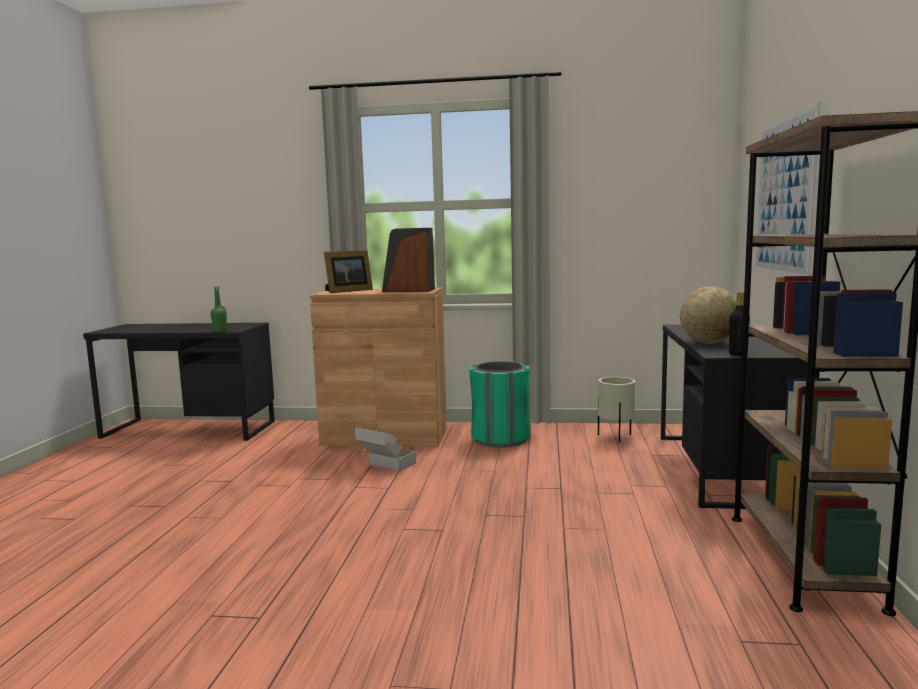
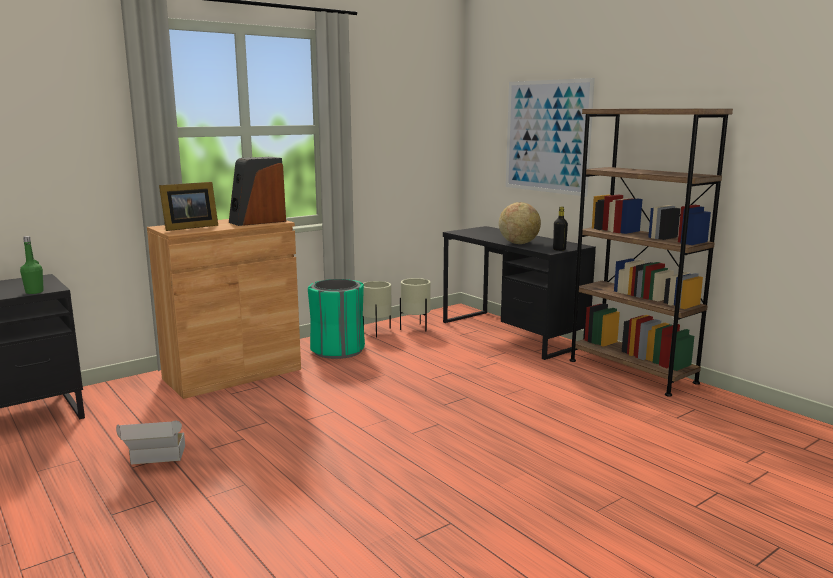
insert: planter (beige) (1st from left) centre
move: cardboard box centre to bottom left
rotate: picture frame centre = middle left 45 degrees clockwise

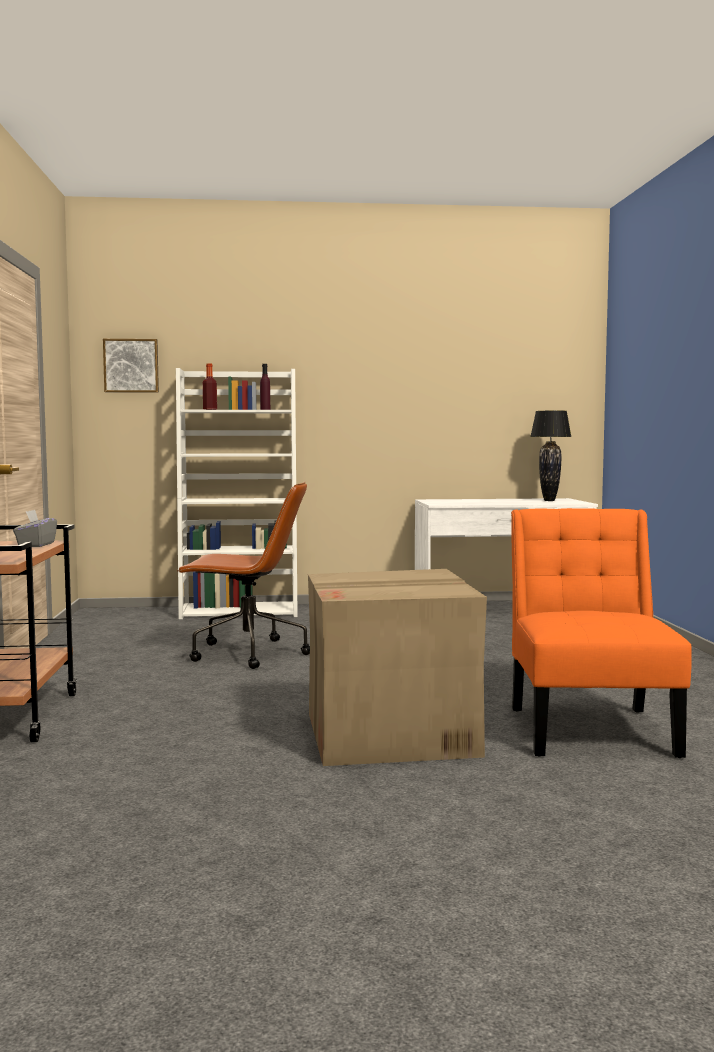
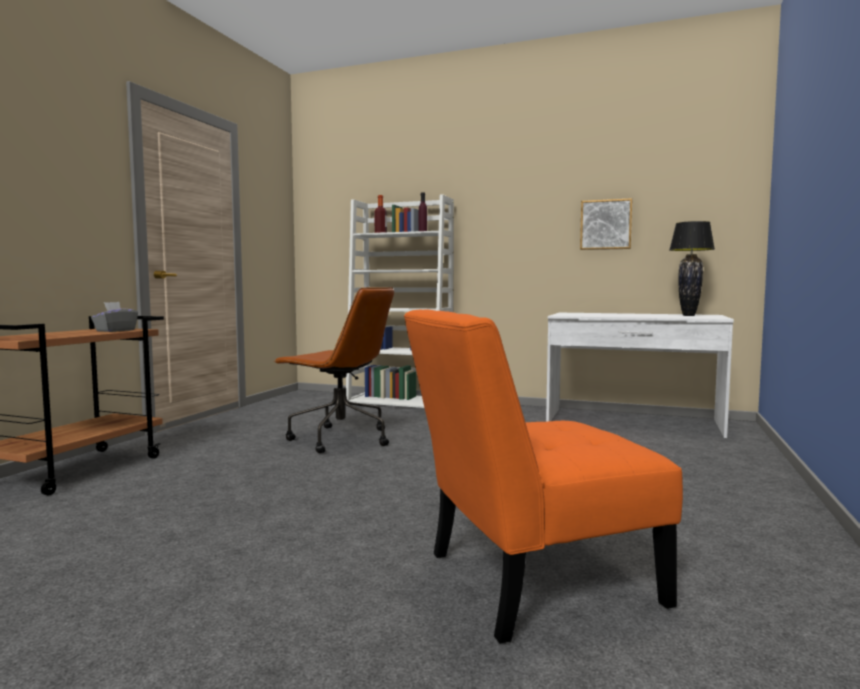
delete: cardboard box centre
move: picture middle left to top right
rotate: chair (orange) middle right = bottom centre 135 degrees counterclockwise

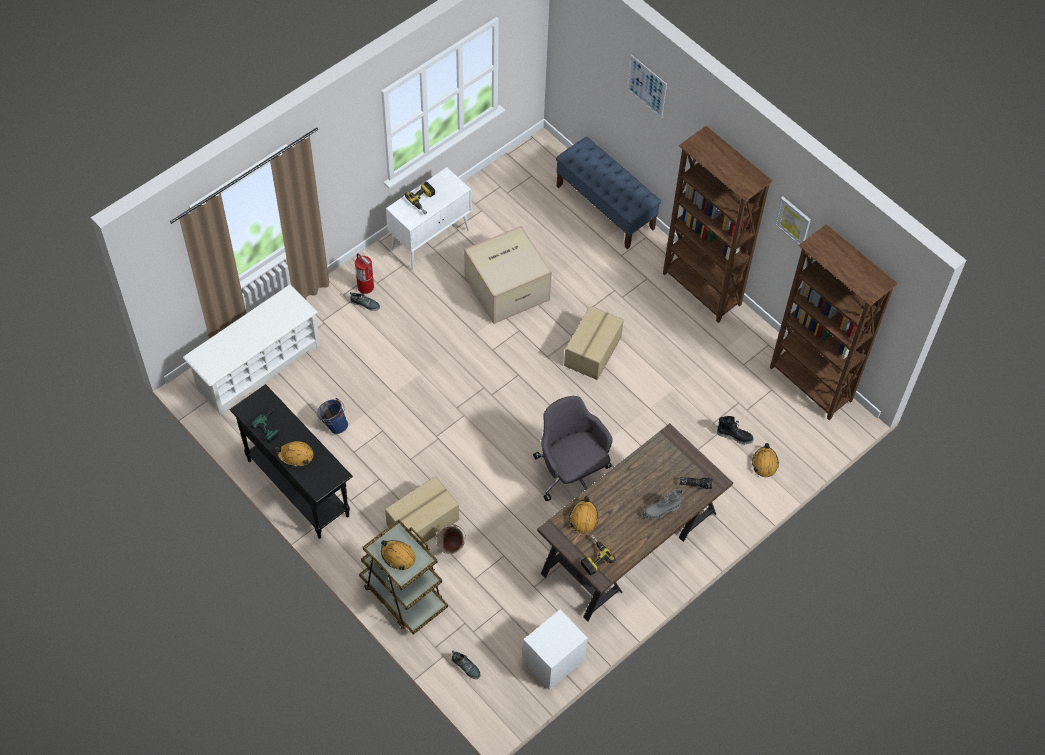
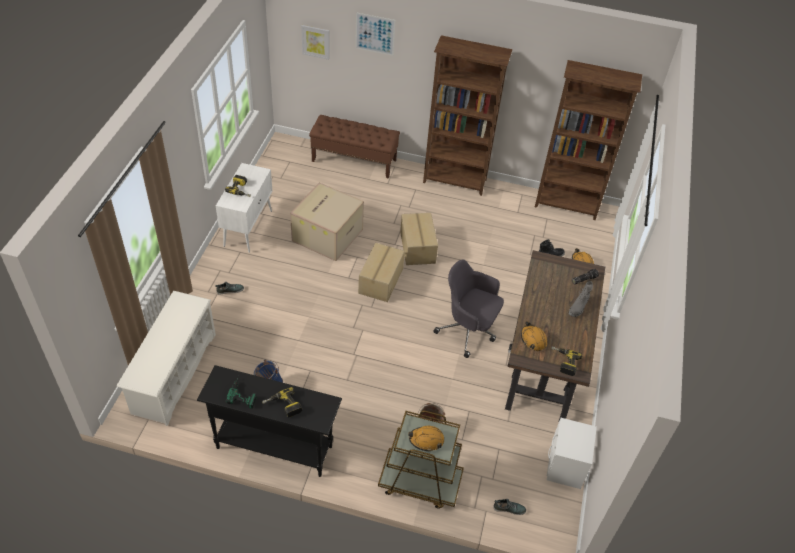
delete: fire extinguisher centre
move: cardboard box (1st from left in the first image) bottom centre to cardboard box (2nd from left) centre; picture (2nd from left in the first image) top right to picture (1st from left) top centre
replace: hard hat (orange) (1st from left) middle left to power drill (3rd from left) bottom centre
recolor: bench (blue) top centre to bench (brown) top centre

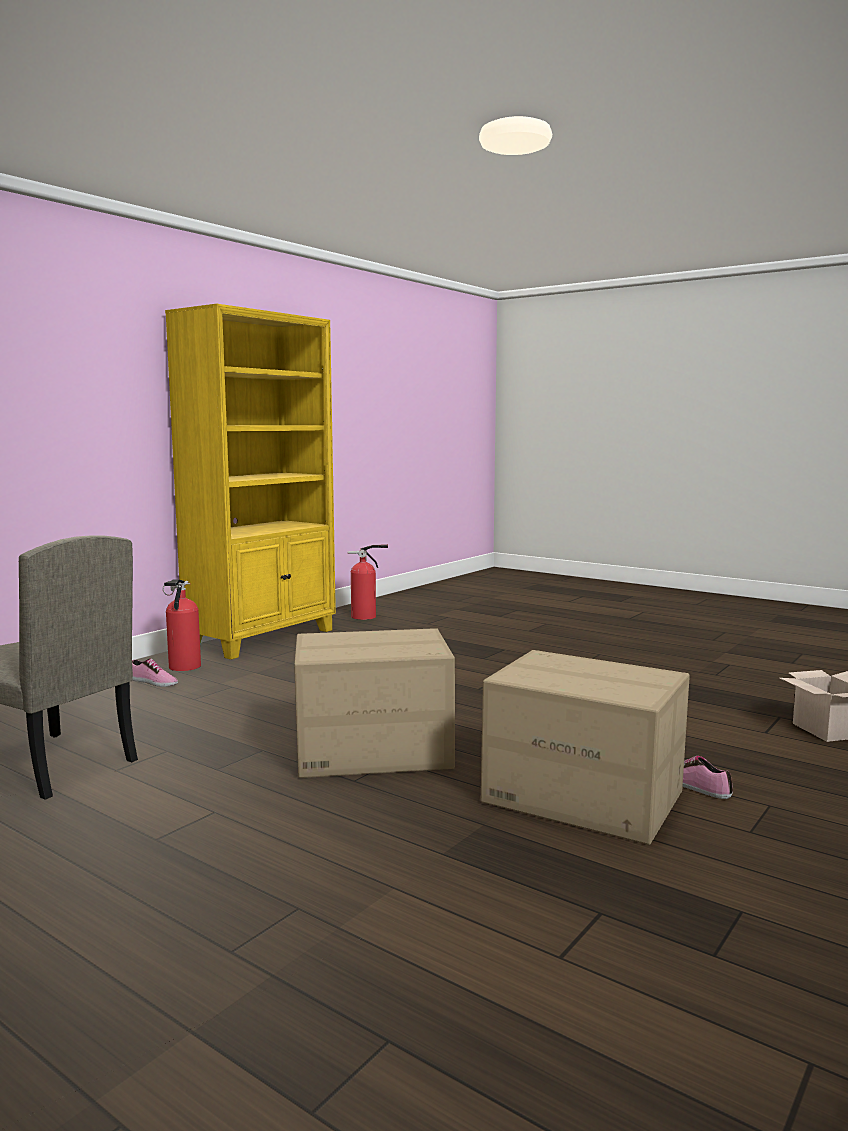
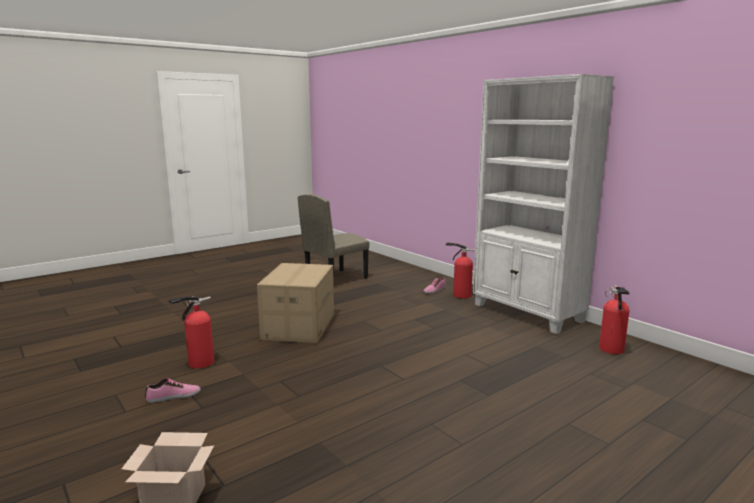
replace: cardboard box (2nd from left) middle right to fire extinguisher (1st from left) middle left
recolor: bookcase (yellow) middle left to bookcase (white) middle right

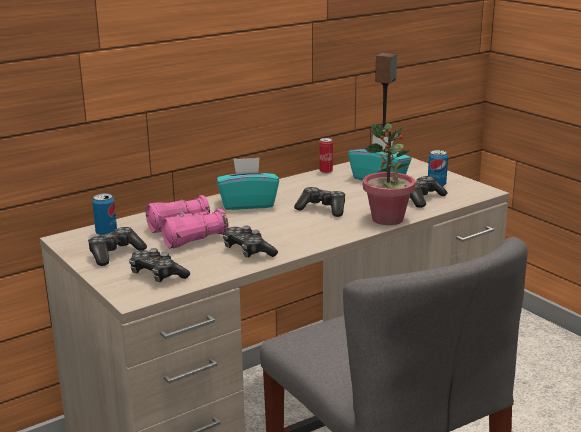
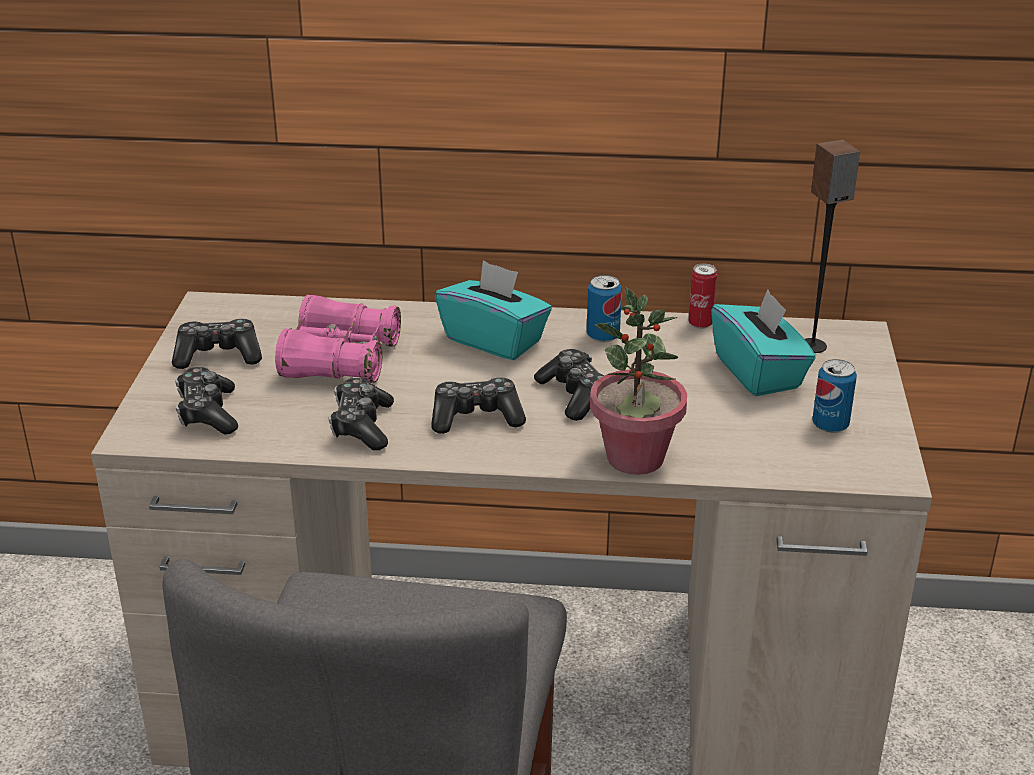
move: can (1st from left) middle left to centre; game controller (5th from left in the first image) middle right to game controller (4th from left) centre

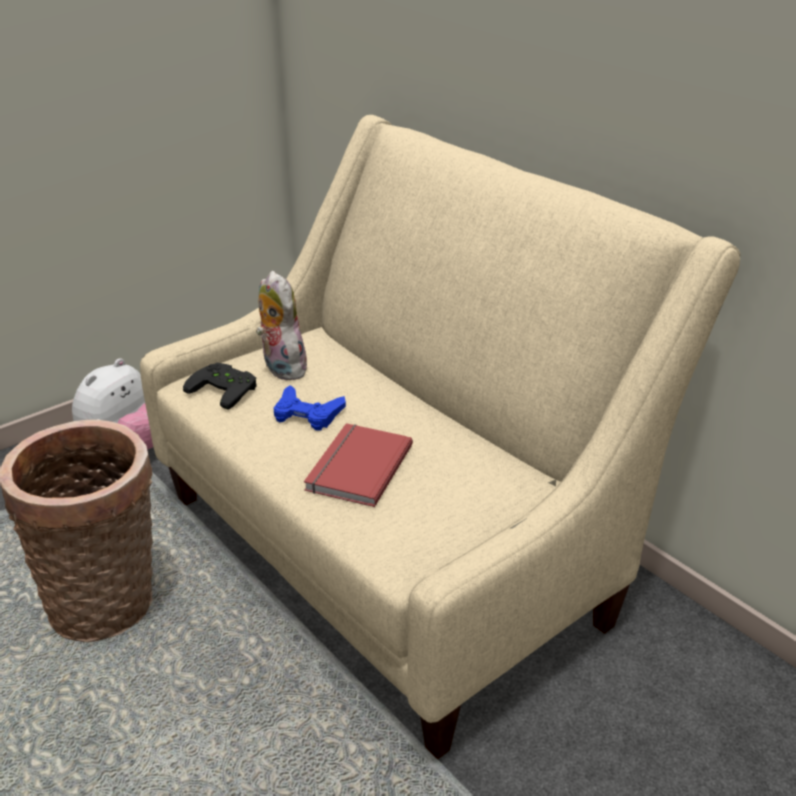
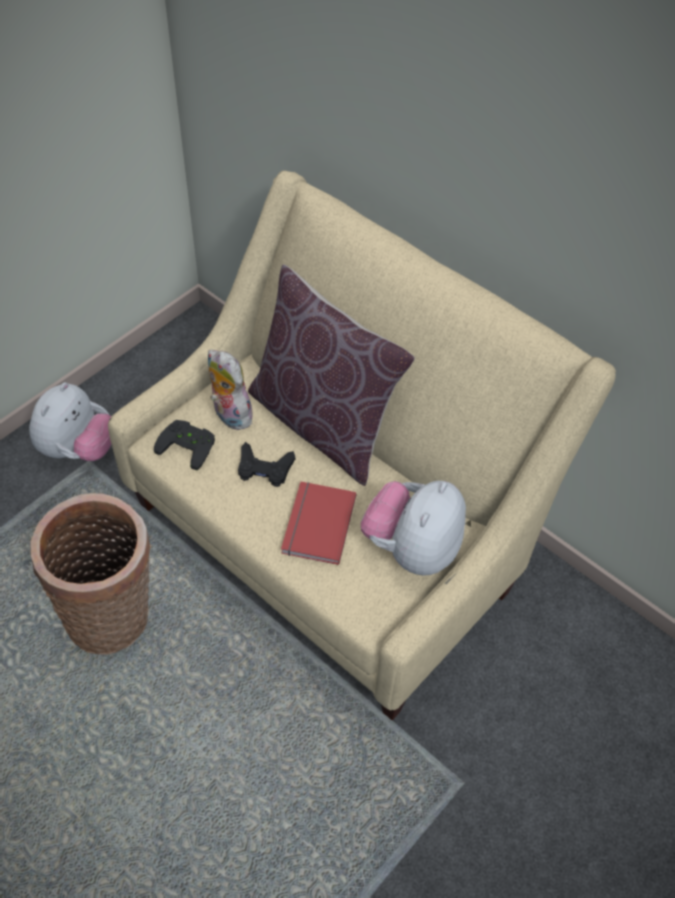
insert: pillow (brown) centre; plush toy (3rd from left) centre
recolor: game controller (blue) centre to game controller (black) (2nd from left) centre

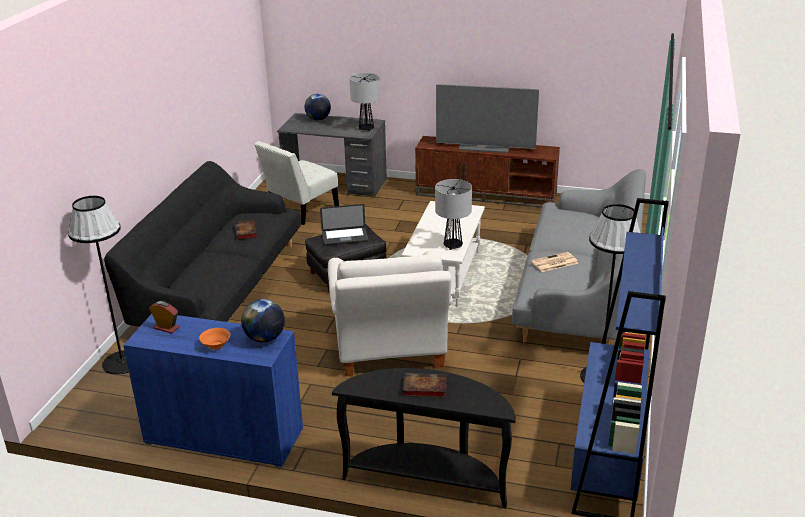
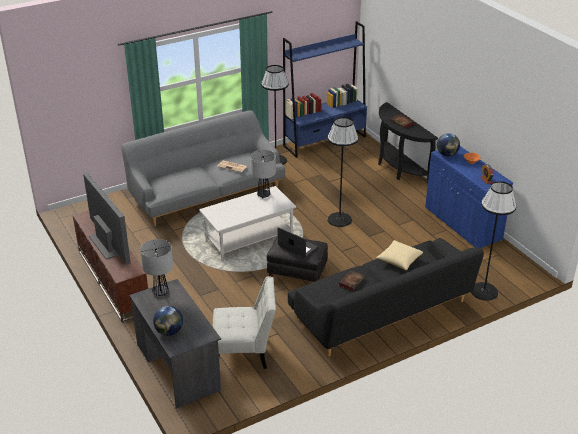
insert: pillow middle right
replace: armchair (white) centre to floor lamp (black) (2nd from left) centre

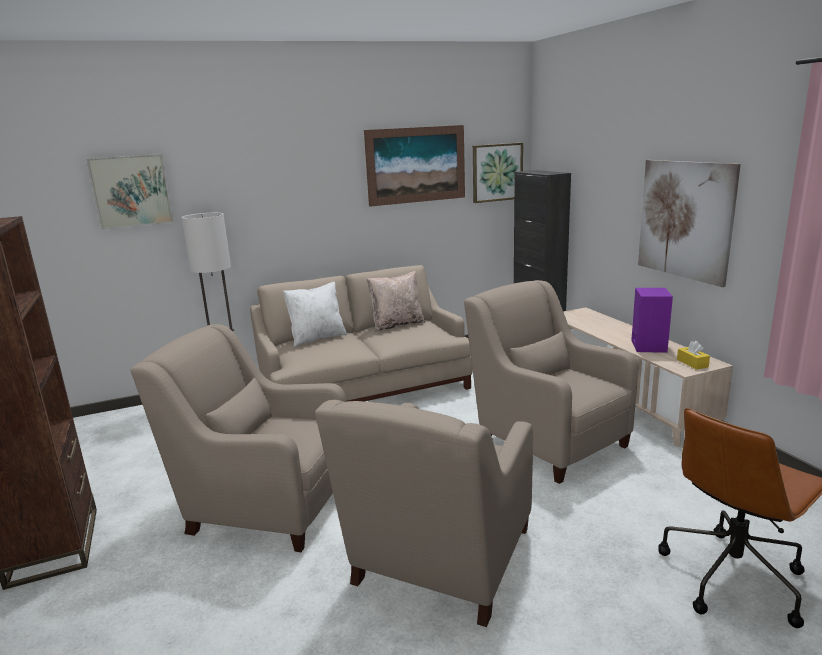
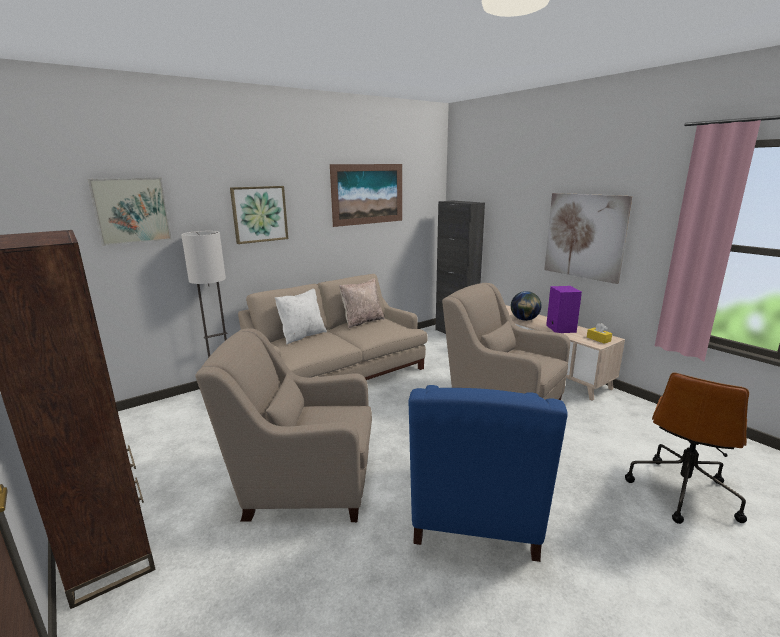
insert: globe middle right
move: picture (3rd from left in the first image) top centre to picture (2nd from left) middle left
recolor: armchair (beige) (2nd from left) bottom centre to armchair (blue) bottom centre

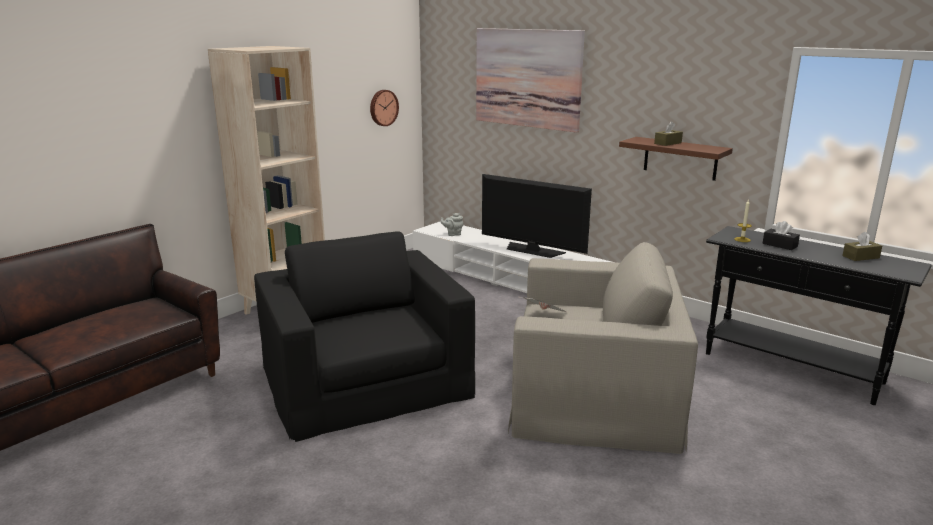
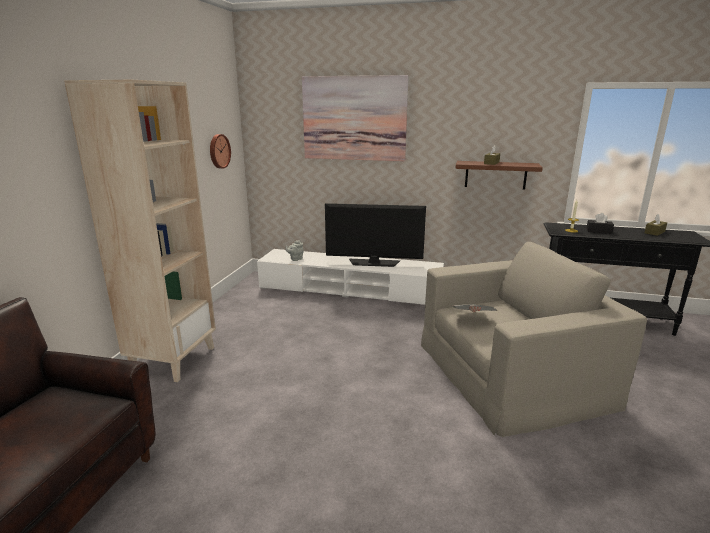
delete: armchair (black) centre

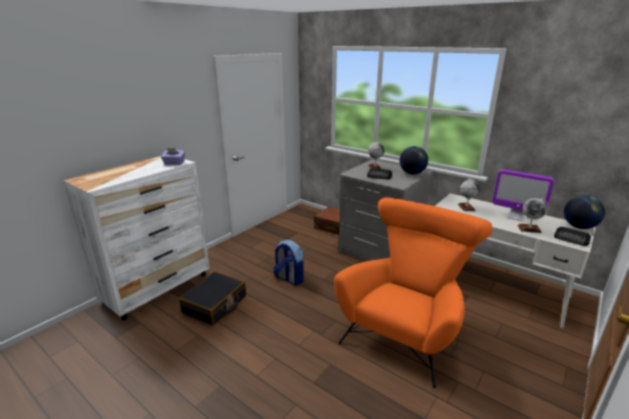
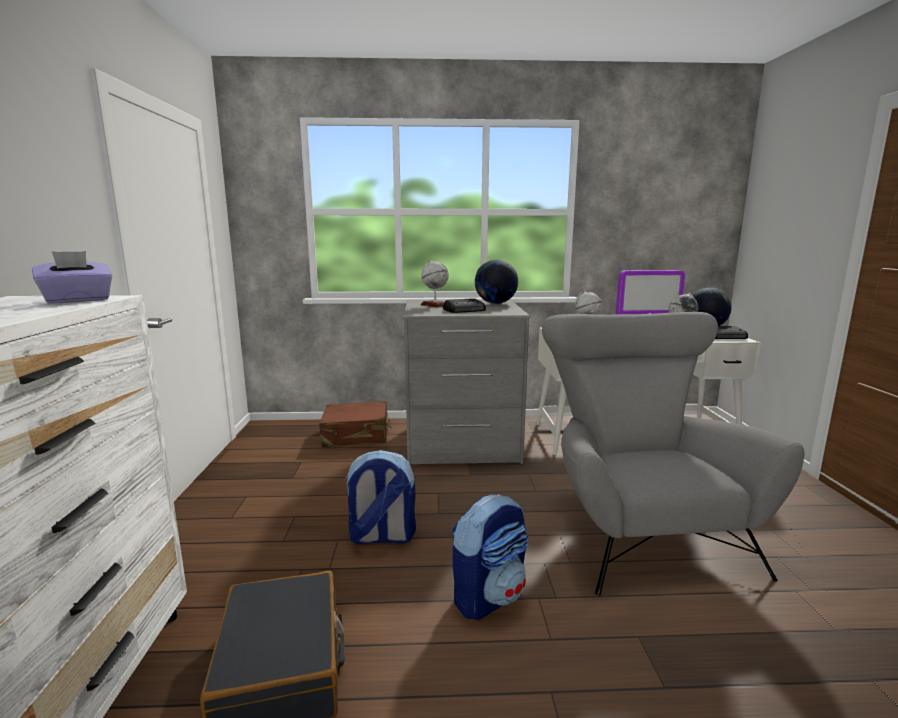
insert: backpack (2nd from left) bottom centre
recolor: armchair (orange) bottom centre to armchair (grey) middle right

